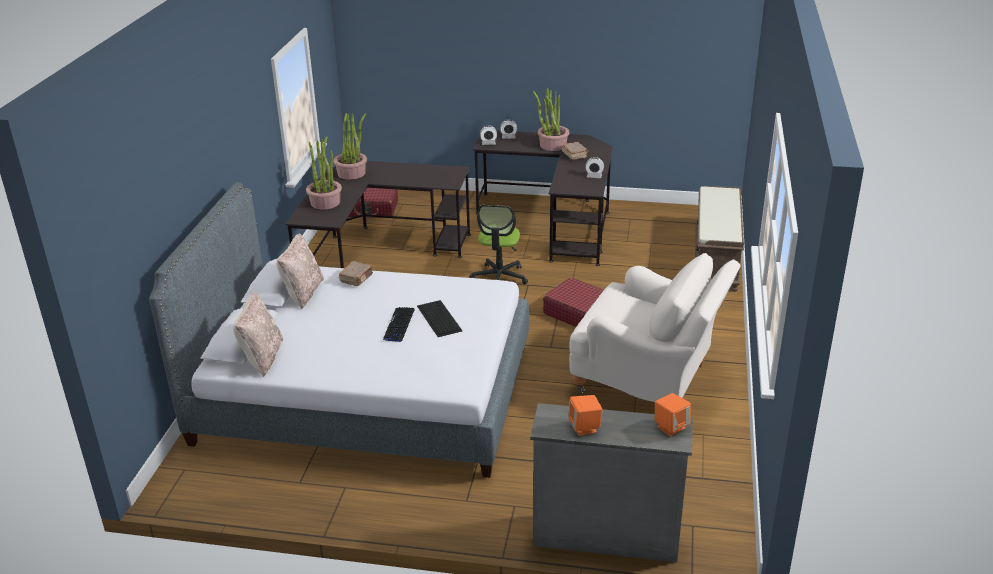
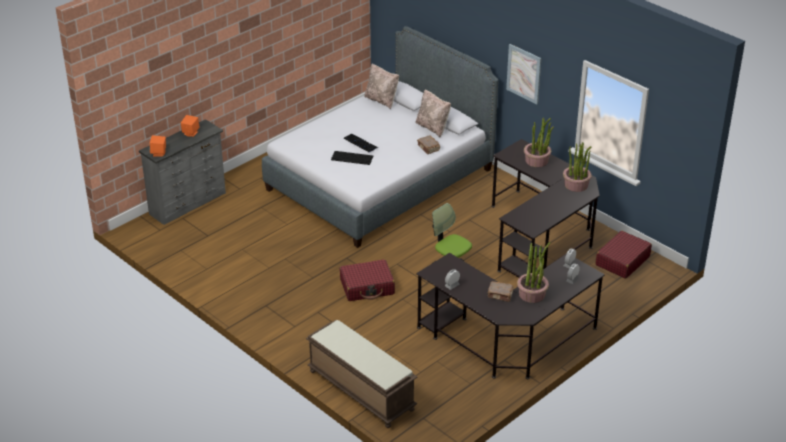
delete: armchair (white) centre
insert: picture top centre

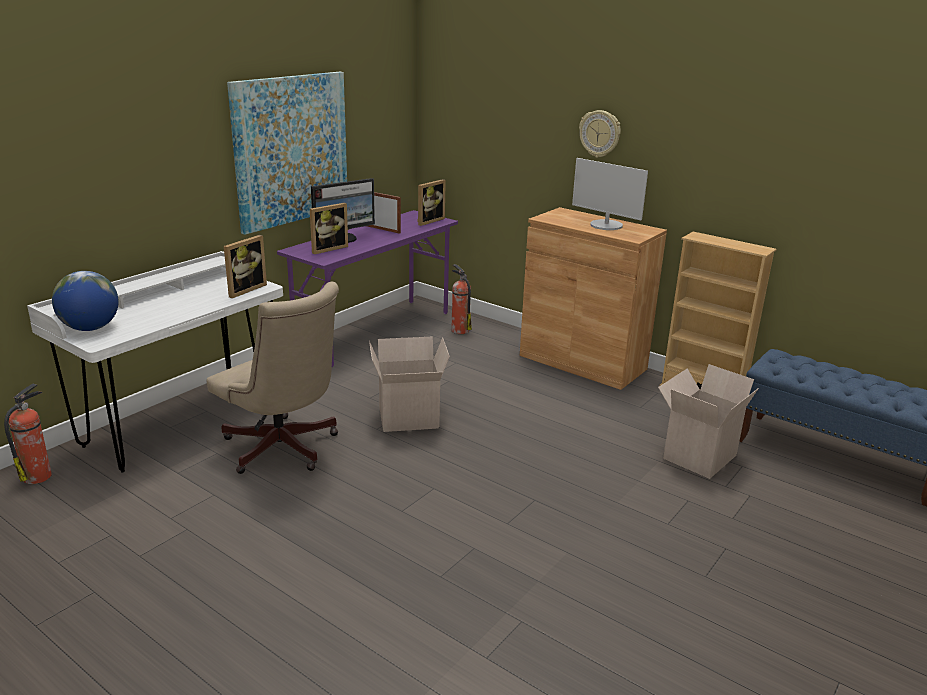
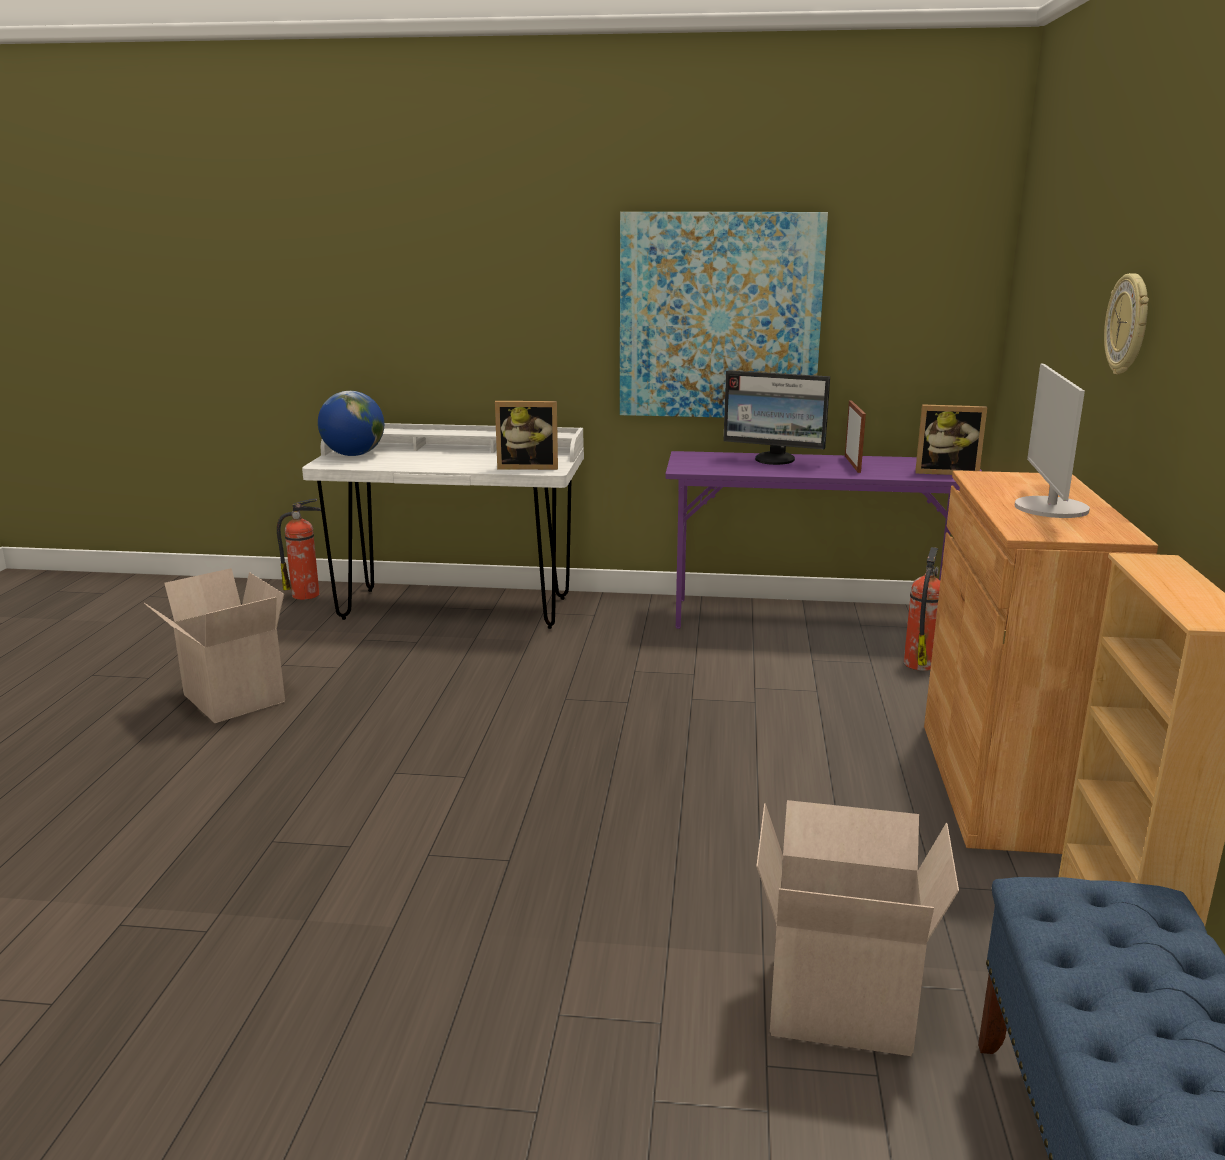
delete: office chair (beige) middle left; picture frame (2nd from left) top centre
move: cardboard box (1st from left) centre to middle left

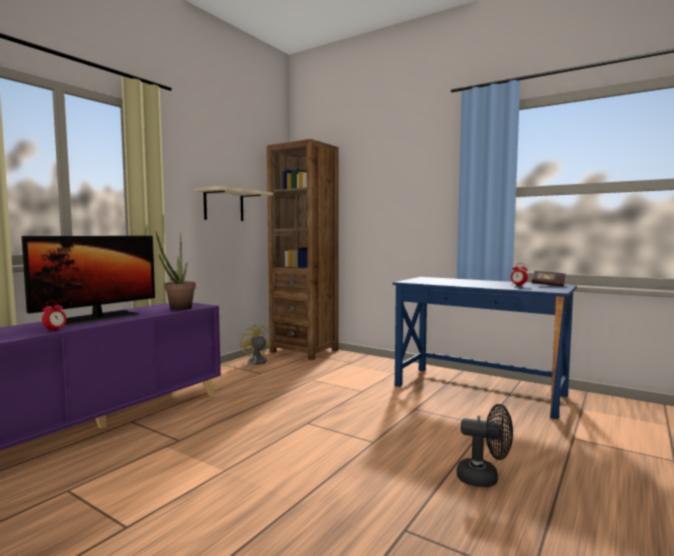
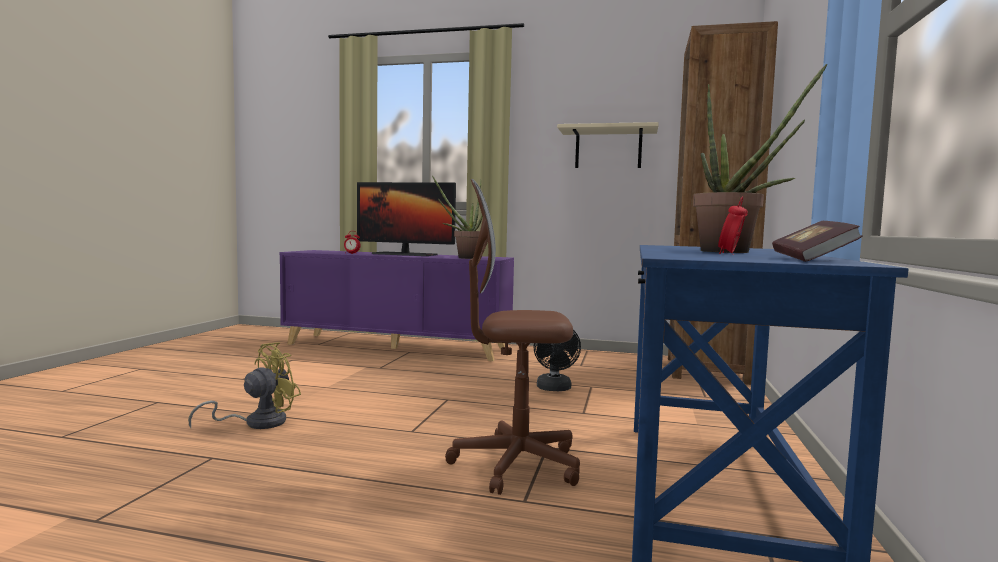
insert: office chair (brown) centre; potted plant (2nd from left) top right
move: fan (yellow) centre to bottom left; fan (black) bottom right to centre

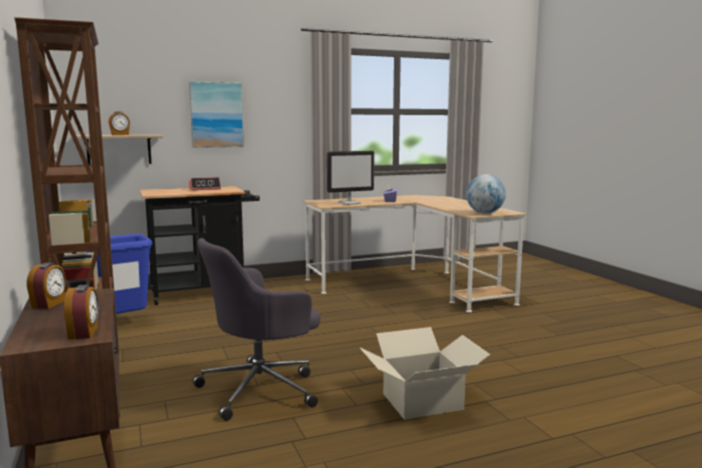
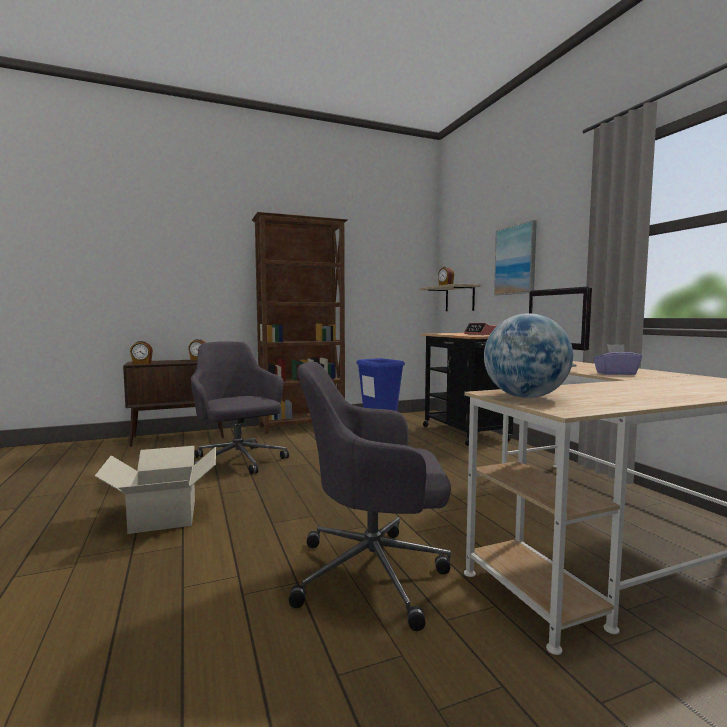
insert: office chair (grey) (2nd from left) bottom centre

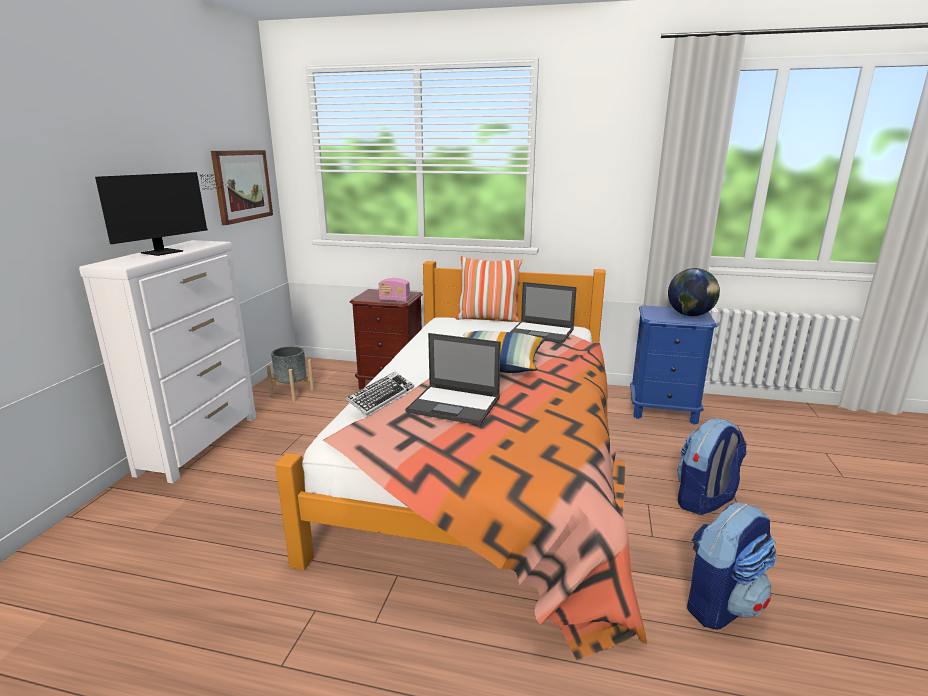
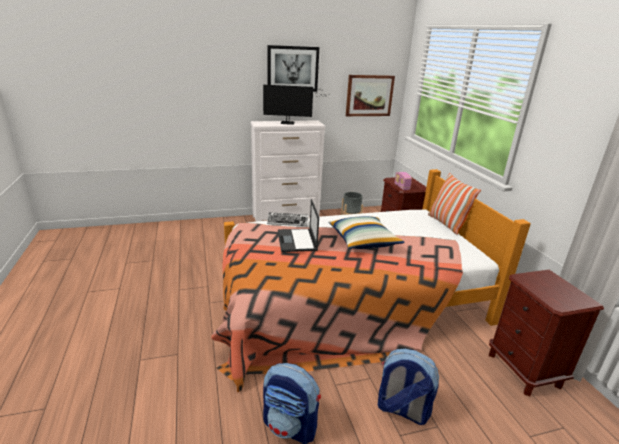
delete: laptop (2nd from left) centre; globe middle right
insert: picture (1st from left) top centre
recolor: nightstand (blue) middle right to nightstand (brown) (2nd from left) bottom right

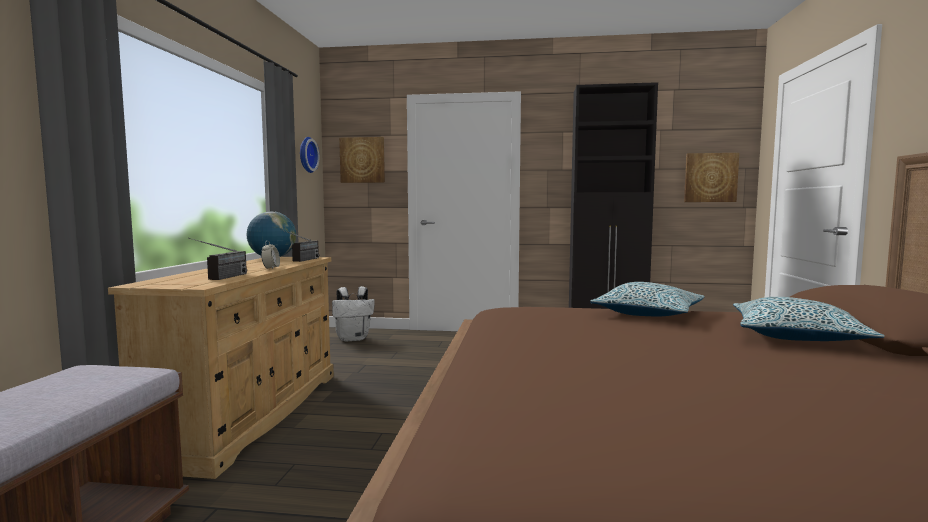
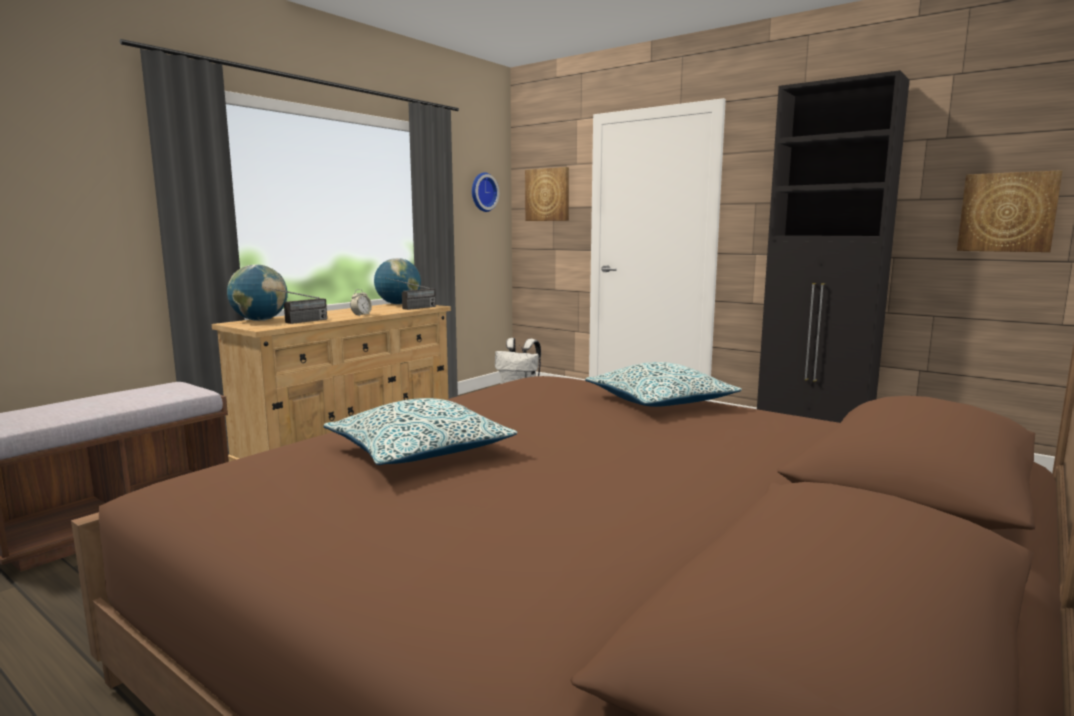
insert: globe (1st from left) middle left
move: pillow (2nd from left in the first image) middle right to pillow (1st from left) centre

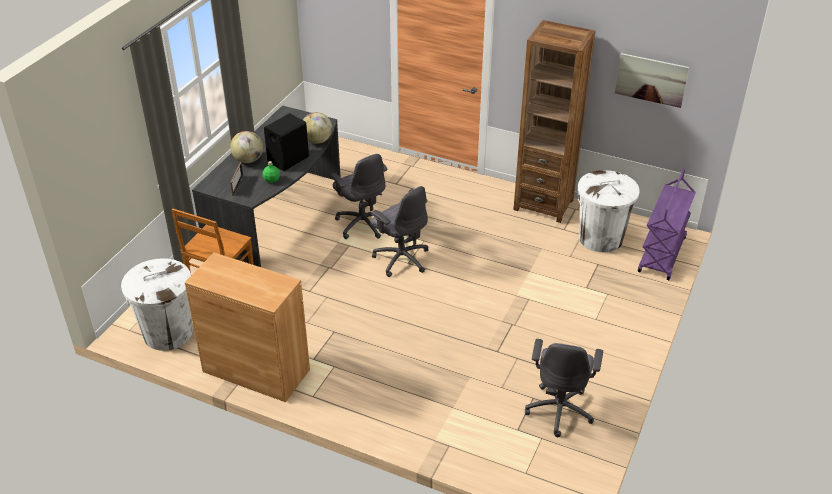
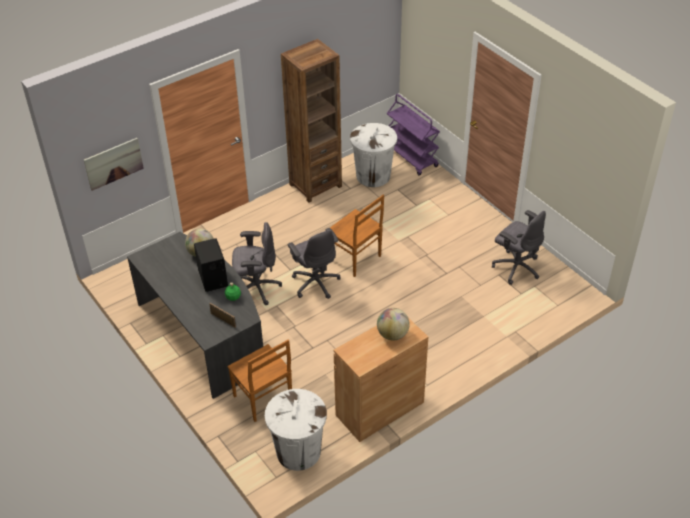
insert: chair (brown) (2nd from left) centre
move: globe (1st from left in the first image) top left to globe (2nd from left) centre; picture top right to top left
rotate: office chair (grey) (2nd from left) centre = centre 75 degrees clockwise

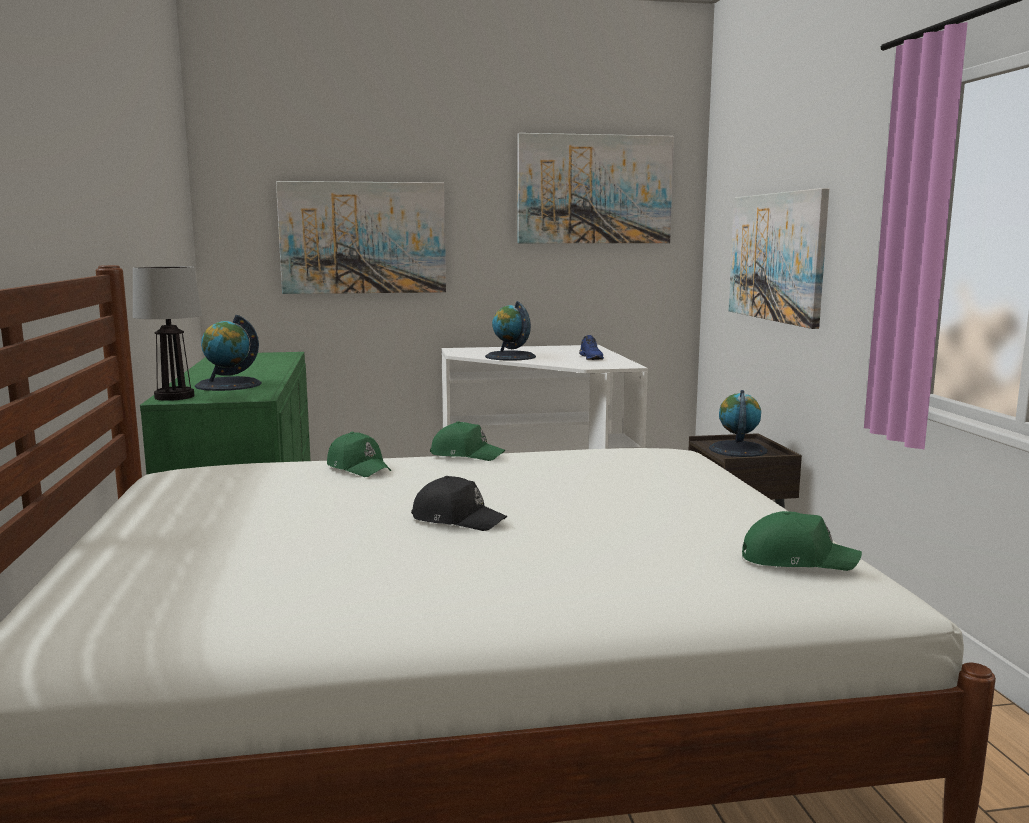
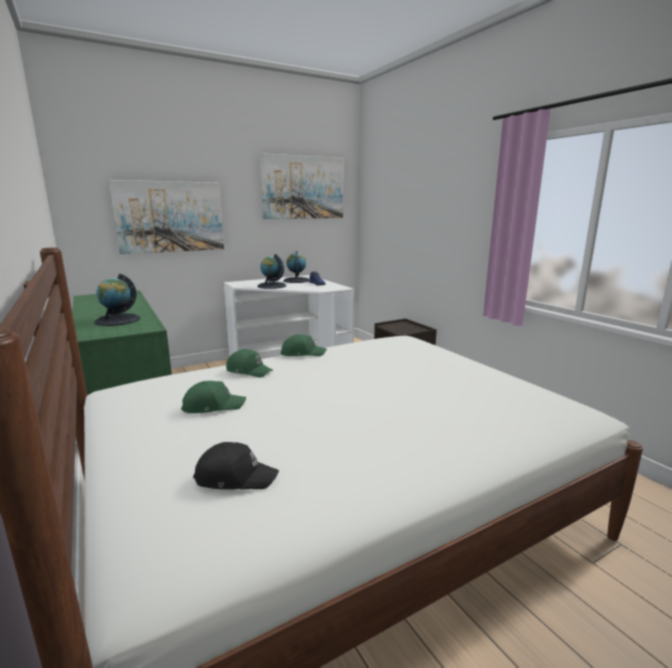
delete: table lamp middle left; picture (3rd from left) top right
move: cap (black) centre to bottom centre; globe (3rd from left) middle right to centre; cap (green) (3rd from left in the first image) middle right to cap (green) (1st from left) middle left

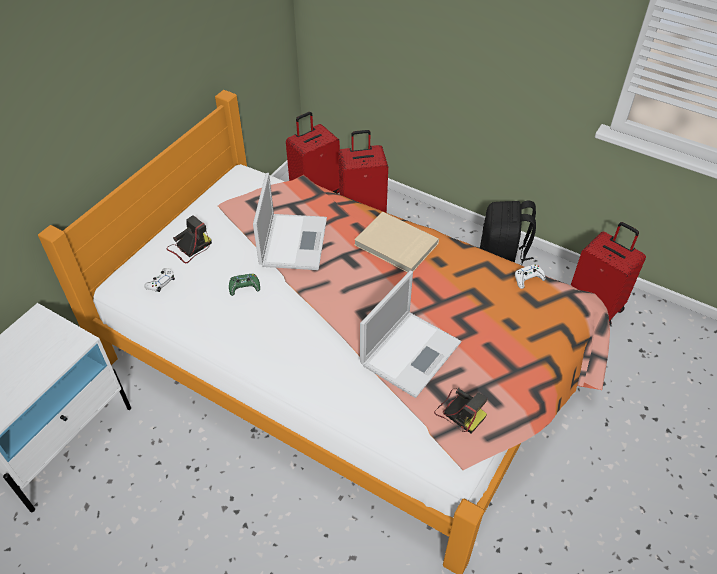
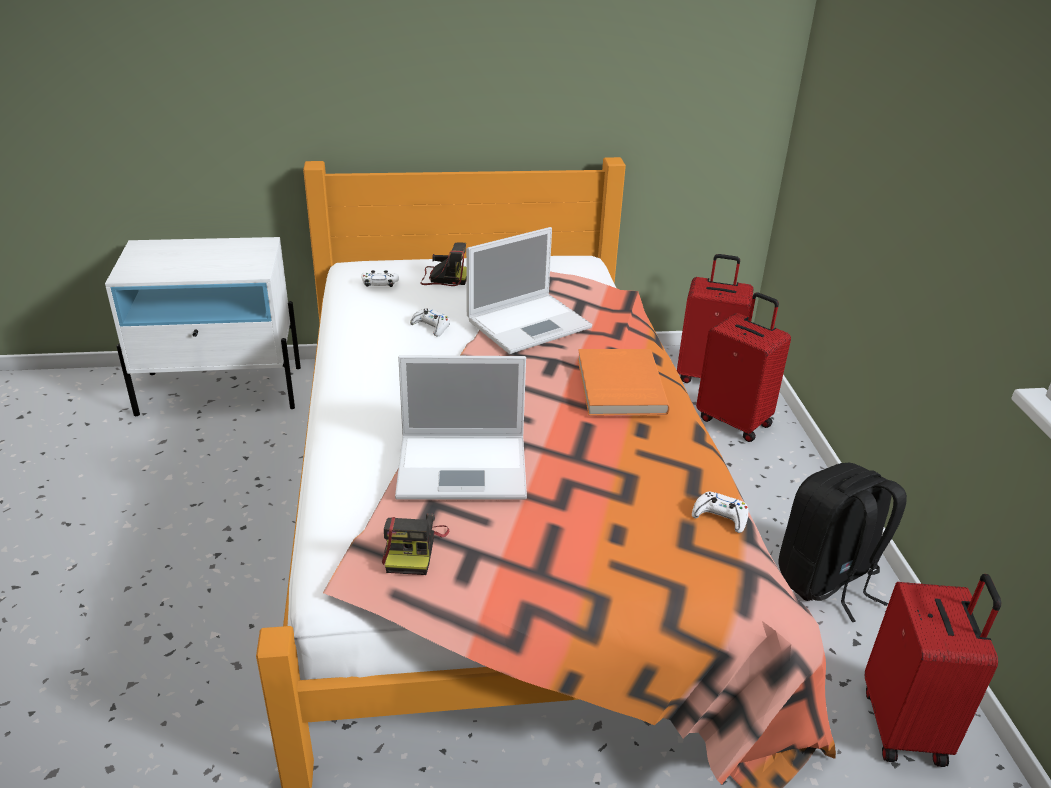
recolor: game controller (green) centre to game controller (white) (2nd from left) centre; book (beige) centre to book (orange) centre

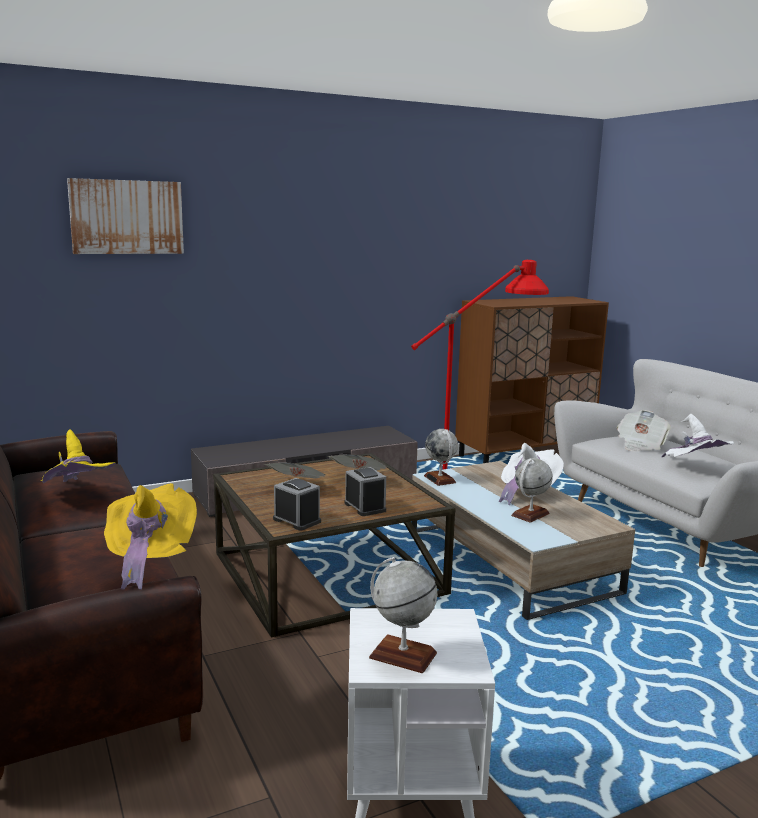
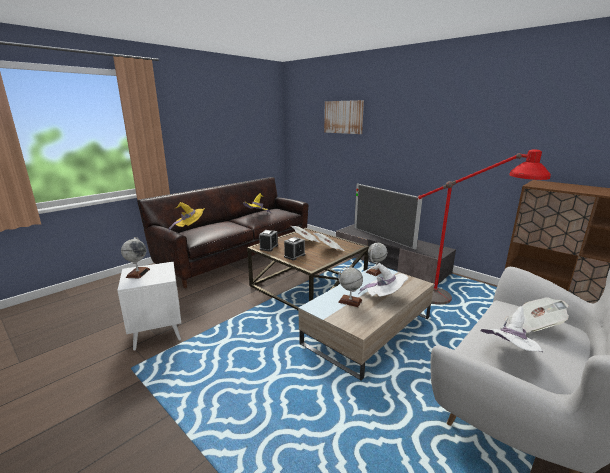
insert: television centre

